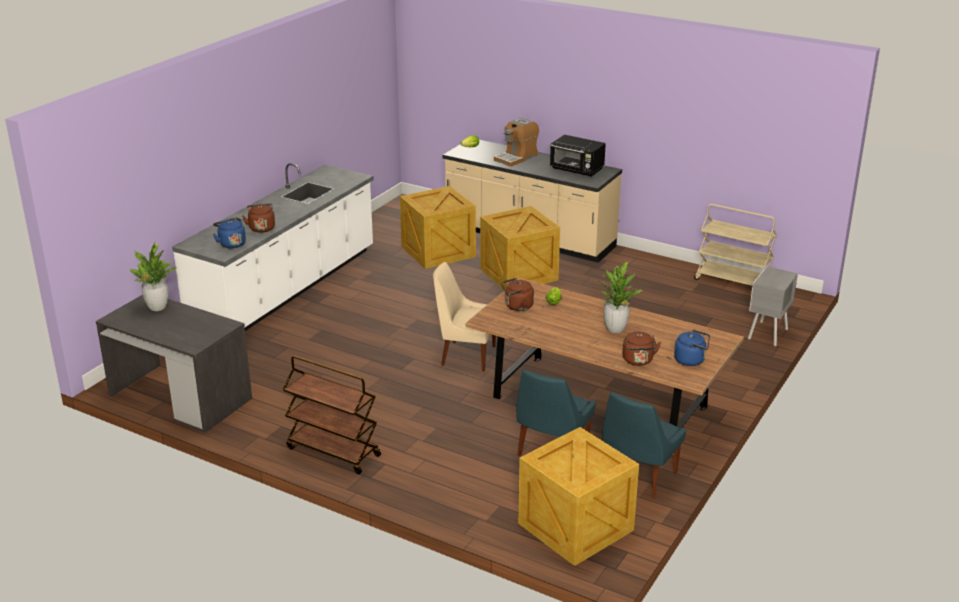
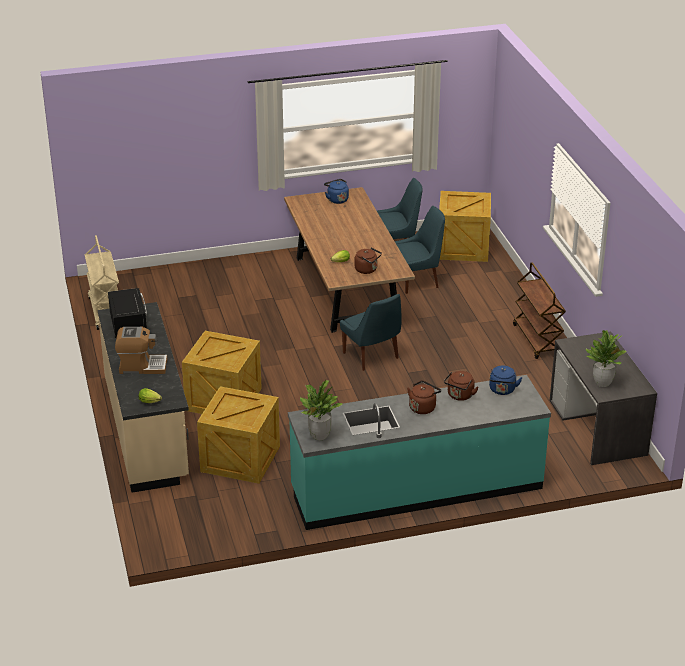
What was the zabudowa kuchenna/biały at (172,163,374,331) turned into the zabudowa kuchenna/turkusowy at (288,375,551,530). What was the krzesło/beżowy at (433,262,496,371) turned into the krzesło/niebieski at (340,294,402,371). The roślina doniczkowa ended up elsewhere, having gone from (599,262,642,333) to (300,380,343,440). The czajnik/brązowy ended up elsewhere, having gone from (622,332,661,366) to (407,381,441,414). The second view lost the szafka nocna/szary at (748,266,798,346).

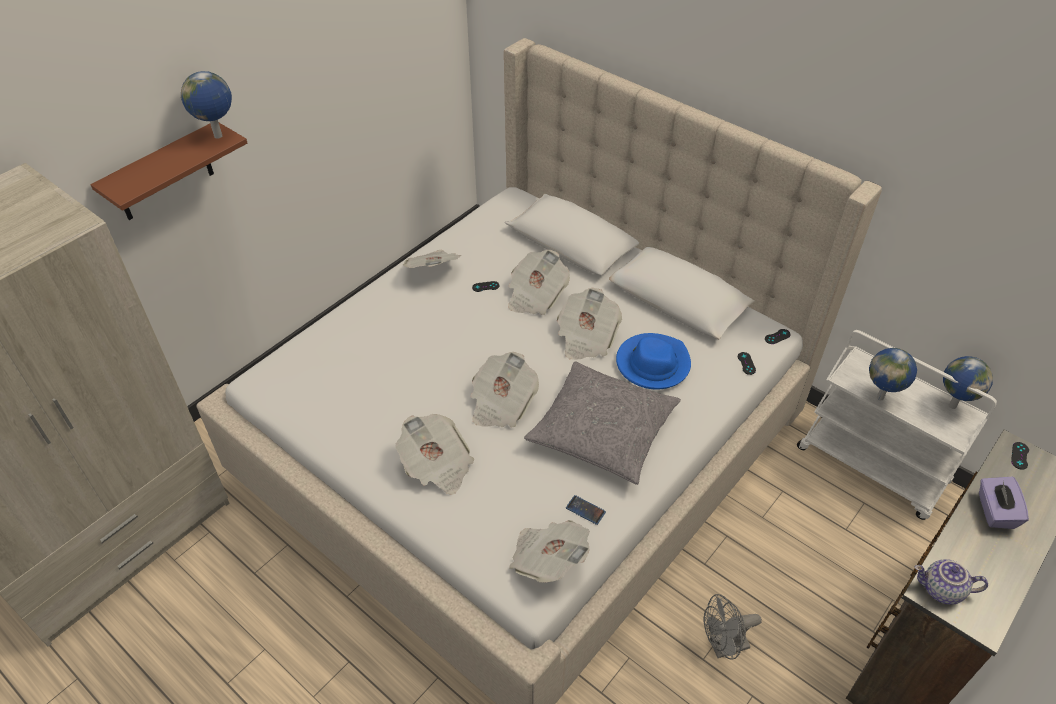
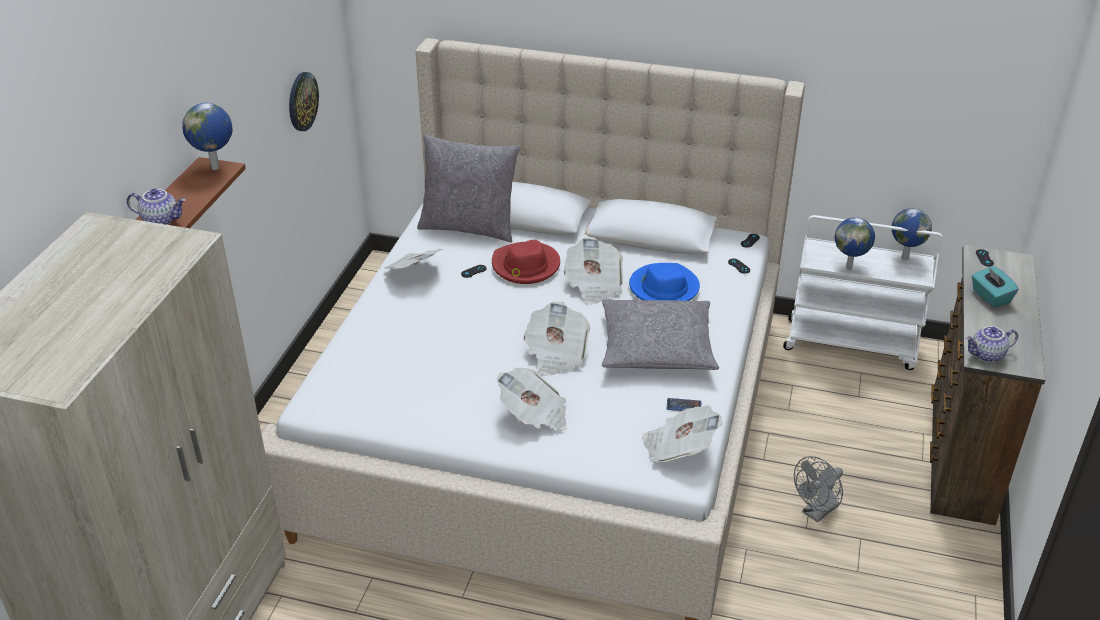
Where the gazeta stood at (508,250,570,315), the kapelusz/czerwony came to stand at (492,240,560,284). What was the pudełko chusteczek/fioletowy at (979,477,1029,529) turned into the pudełko chusteczek/turkusowy at (972,266,1019,308). The second view gained the imbryk at (127,188,186,225). The second view gained the zegar ścienny at (289,72,319,131). The second view gained the poduszka/szary at (417,135,520,242).

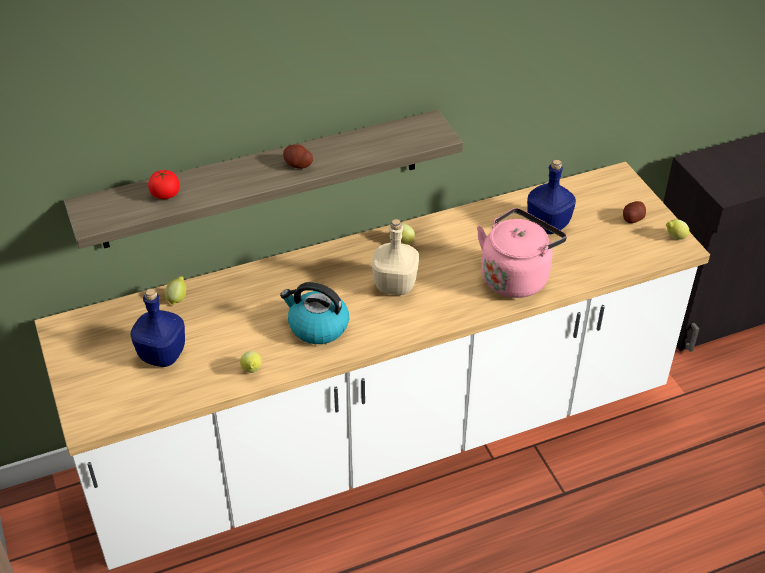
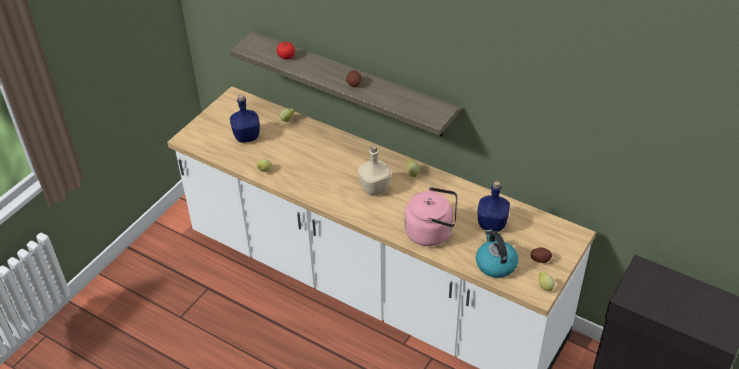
The czajnik ended up elsewhere, having gone from (280,282,349,344) to (476,230,518,278).

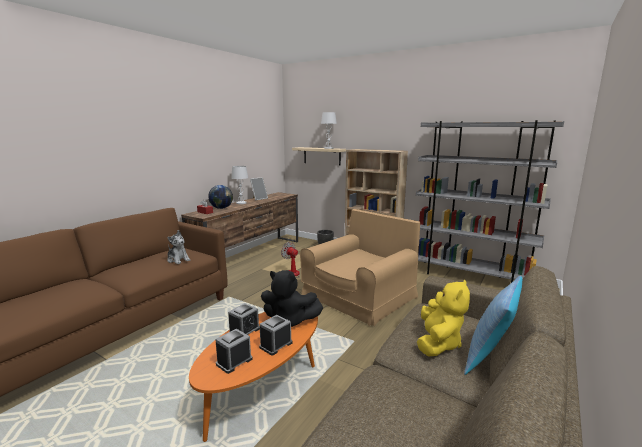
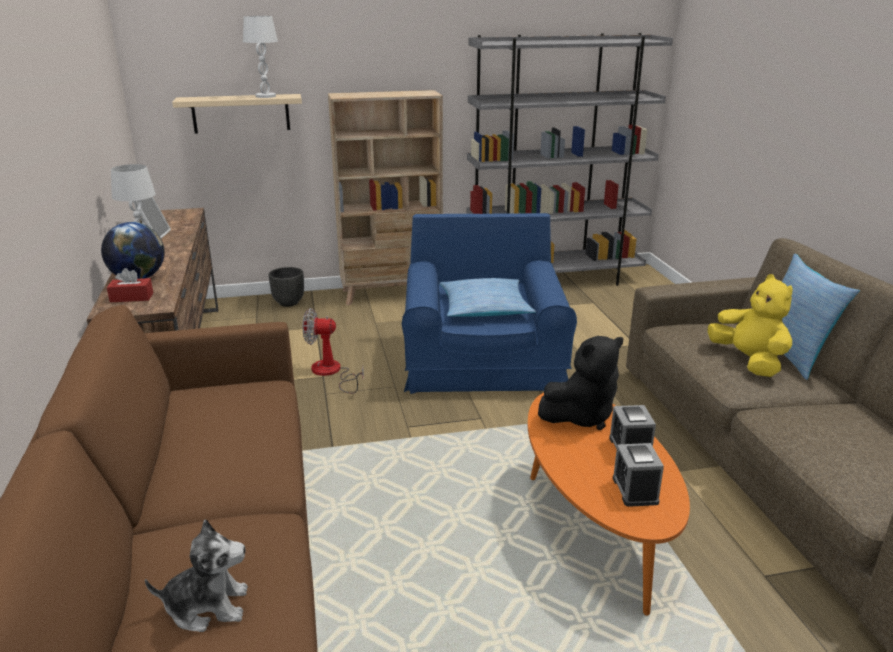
The pluszak ended up elsewhere, having gone from (167,230,191,264) to (145,519,248,632). The second view lost the budzik at (228,303,260,335). What was the fotel/brązowy at (300,209,420,327) turned into the fotel/niebieski at (402,213,577,394). The second view gained the poduszka at (439,278,536,316).

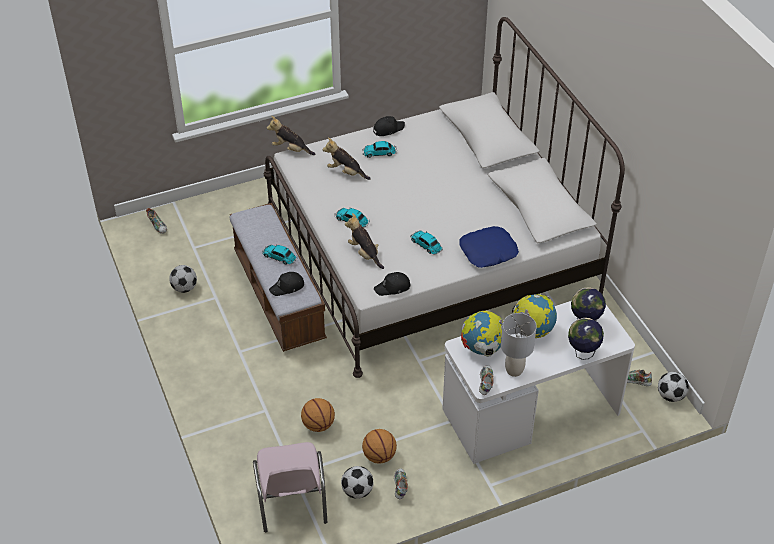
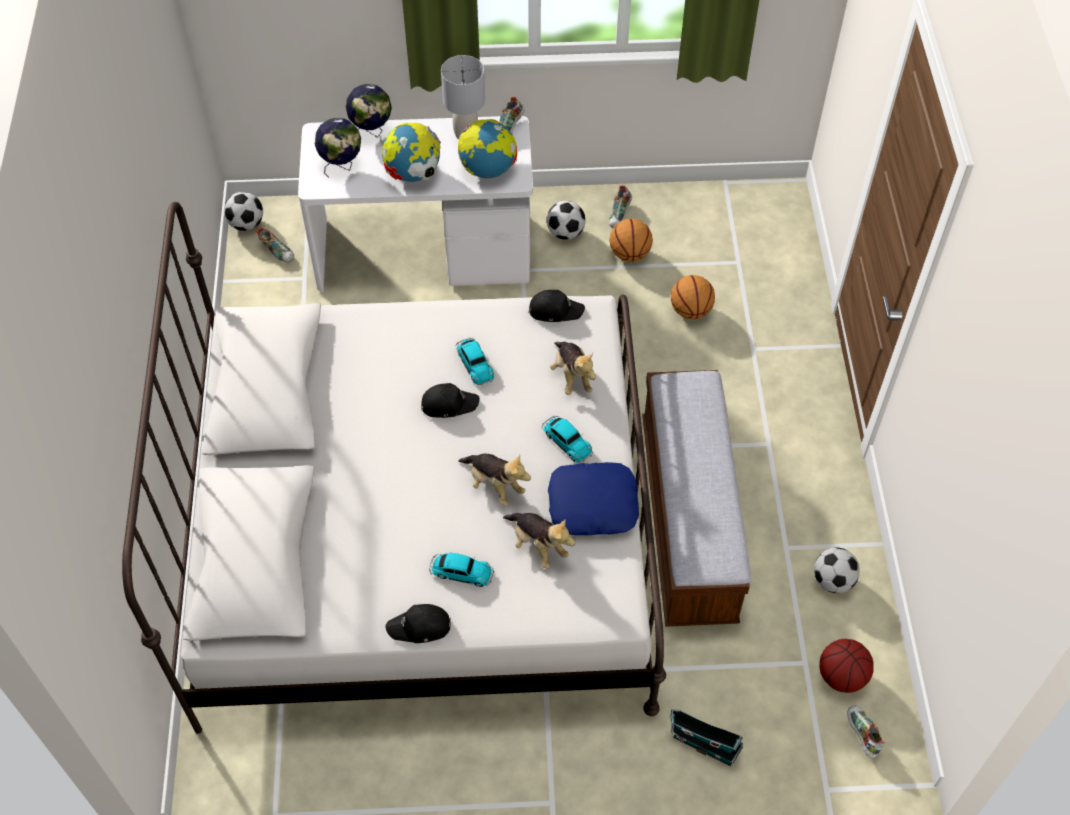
The second view lost the krzesło/różowy at (253,442,327,532). The second view lost the samochodzik at (262,245,297,265). The pluszak ended up elsewhere, having gone from (267,116,315,155) to (458,453,531,506). The czapka z daszkiem/czarny ended up elsewhere, having gone from (269,272,304,296) to (421,383,480,418). The piłka futbolowa ended up elsewhere, having gone from (341,466,373,499) to (547,201,586,240). The poduszka/niebieski ended up elsewhere, having gone from (459,226,519,268) to (548,462,639,535). The second view gained the domek at (670,709,743,766). The second view gained the piłka do koszykówki at (820,639,874,693).

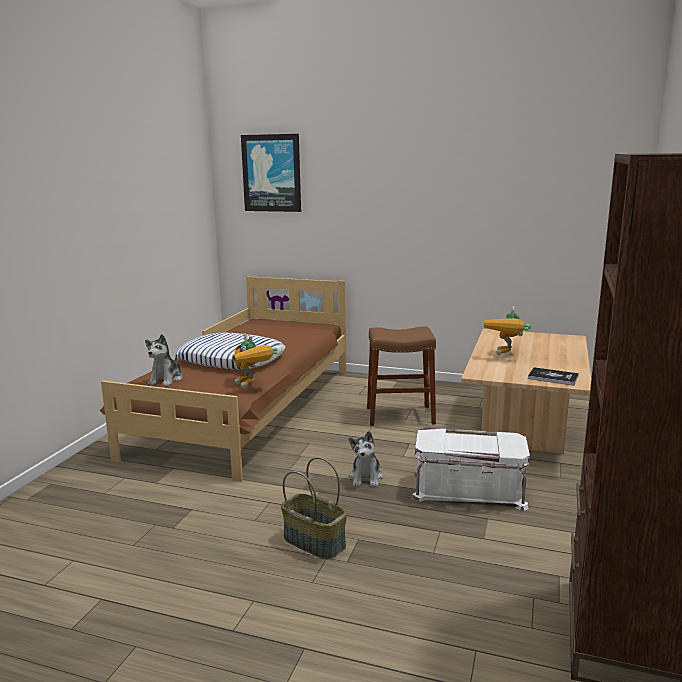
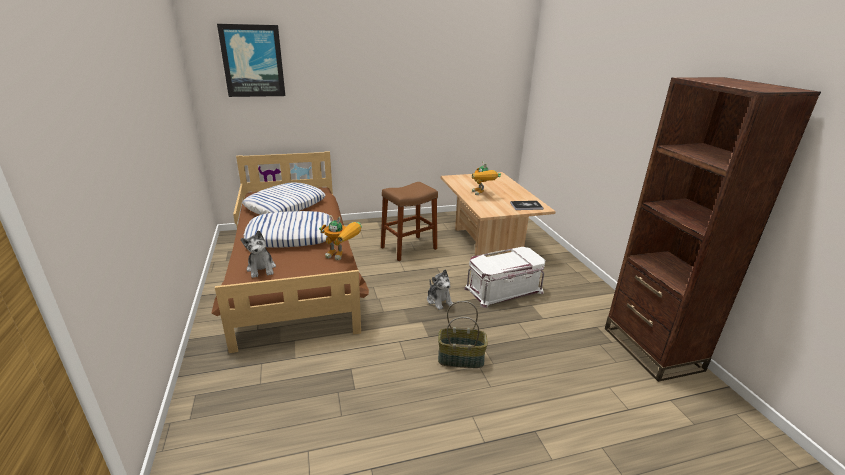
The second view gained the poduszka at (242,182,325,215).

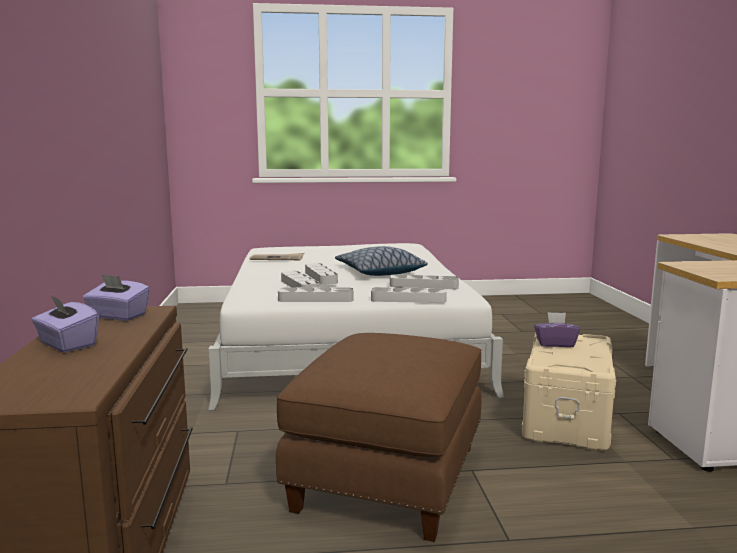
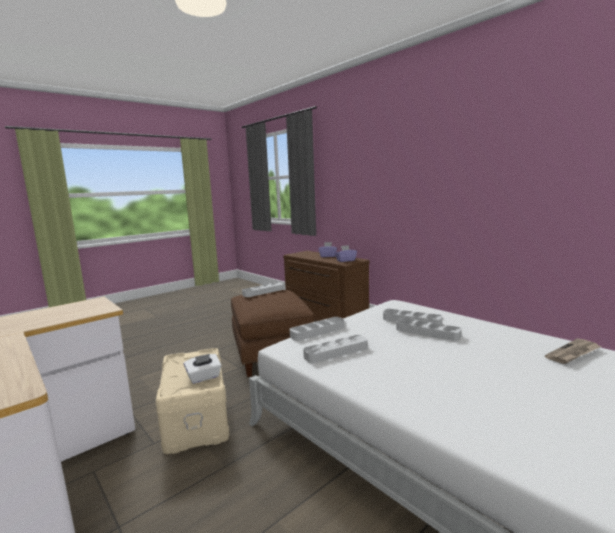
The taca/szary ended up elsewhere, having gone from (278,287,354,302) to (242,282,284,297). The second view lost the poduszka at (335,246,428,276). What was the pudełko chusteczek/fioletowy at (534,312,580,347) turned into the pudełko chusteczek/biały at (184,354,222,384).

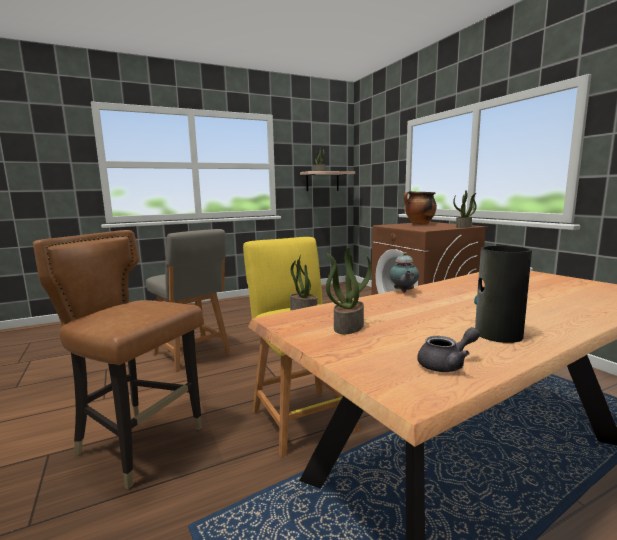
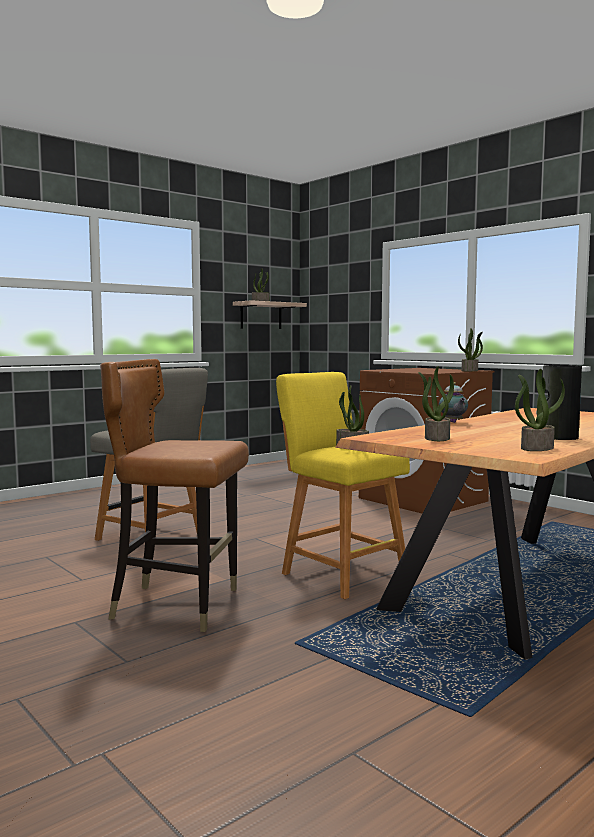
The second view lost the garnek at (403,191,437,225). Where the imbryk/szary stood at (417,327,480,372), the roślina doniczkowa came to stand at (515,369,565,451).

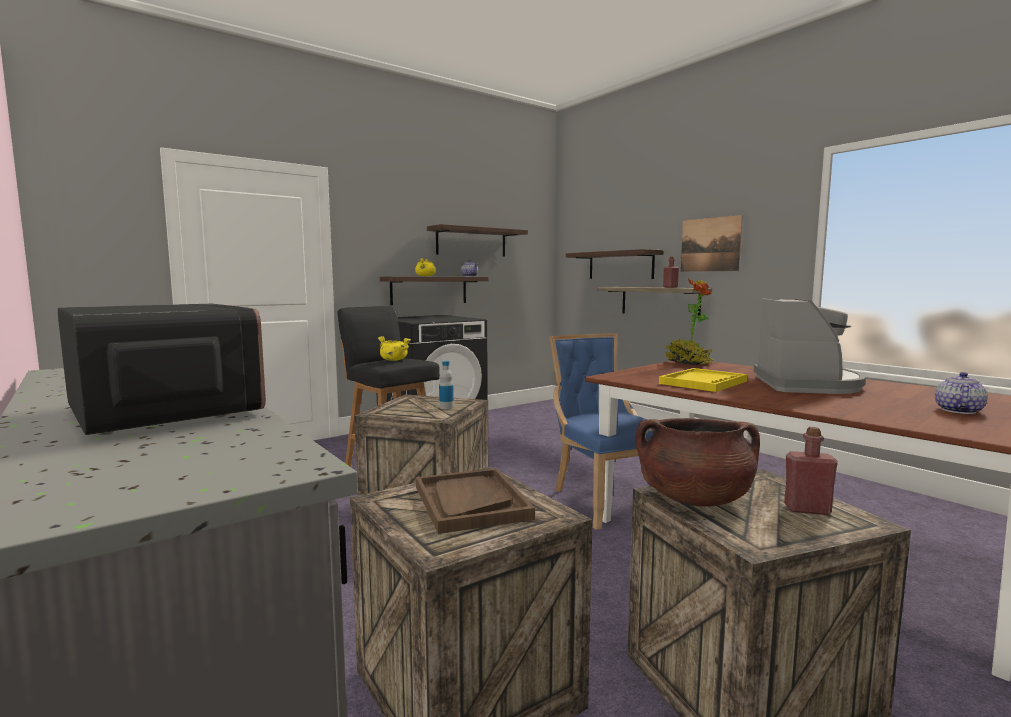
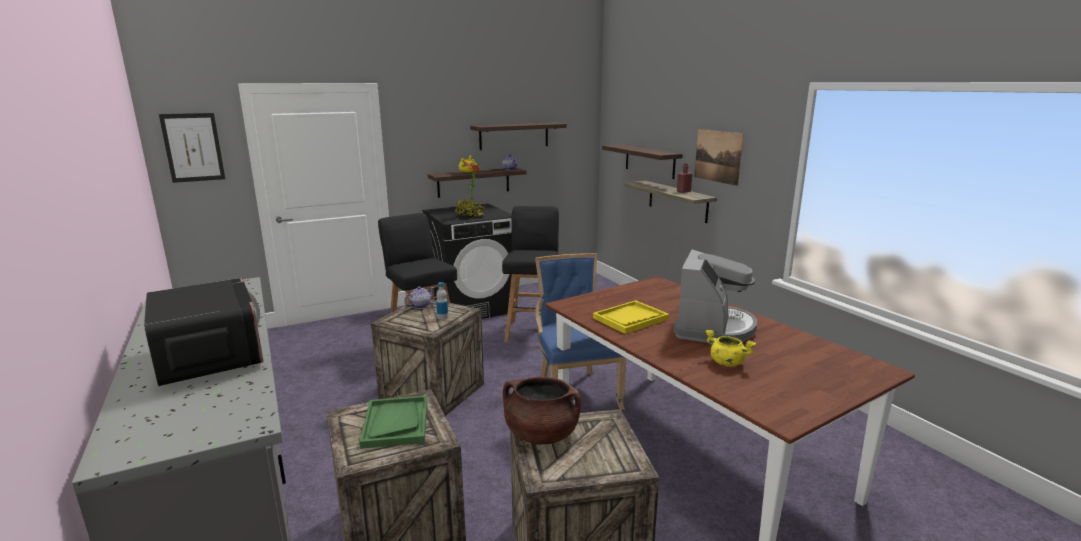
The garnek/żółty ended up elsewhere, having gone from (378,336,411,361) to (705,330,756,366). What was the taca/brązowy at (416,468,535,534) turned into the taca/zielony at (359,395,427,449). The roślina doniczkowa ended up elsewhere, having gone from (665,279,713,365) to (455,162,484,217). The second view lost the butelka/czerwony at (784,427,838,515). The imbryk ended up elsewhere, having gone from (935,372,988,414) to (404,286,434,309). The second view gained the obraz at (159,113,225,183). The second view gained the stołek/czarny at (502,206,559,342).

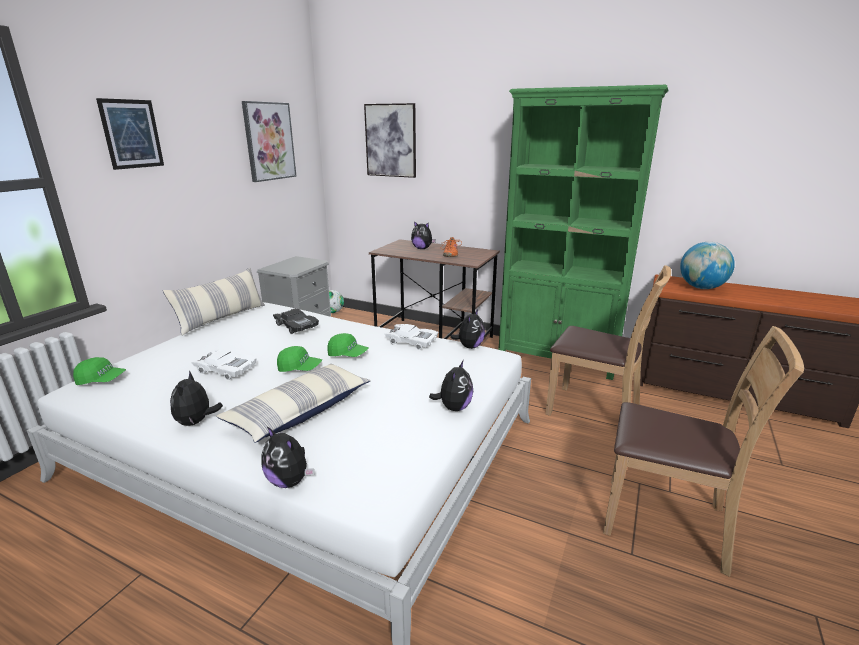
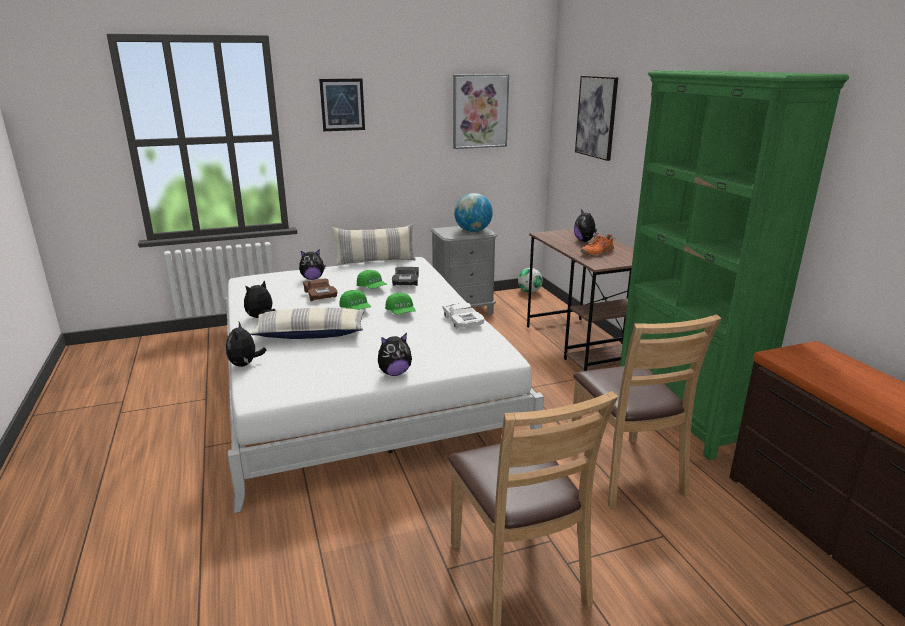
The czapka z daszkiem/zielony ended up elsewhere, having gone from (73,357,126,385) to (357,270,387,289). What was the samochodzik/biały at (191,349,257,380) turned into the samochodzik/brązowy at (303,278,337,301). The pluszak ended up elsewhere, having gone from (450,309,485,349) to (299,249,326,280). The globus ended up elsewhere, having gone from (680,242,735,289) to (454,193,493,232).

